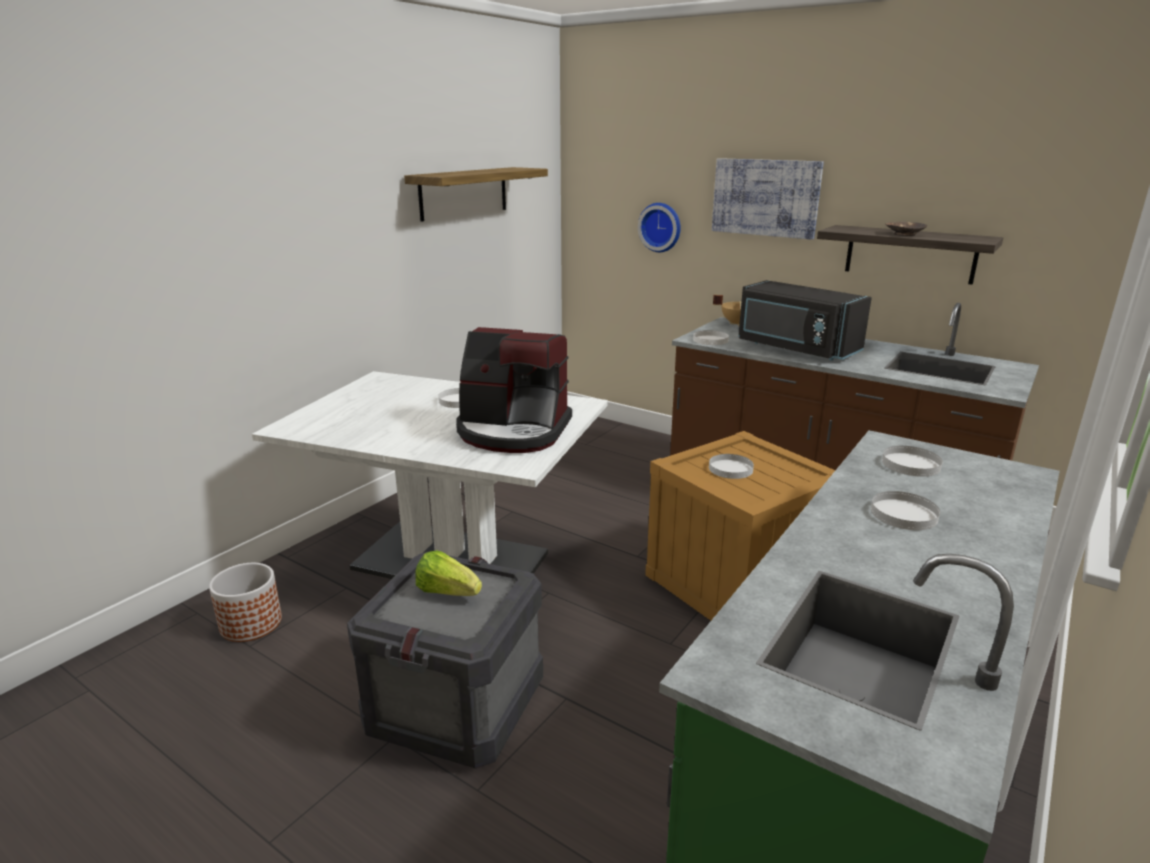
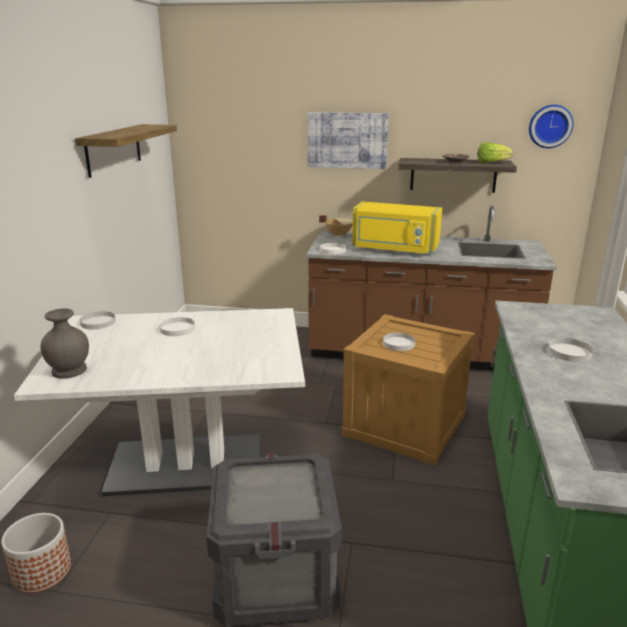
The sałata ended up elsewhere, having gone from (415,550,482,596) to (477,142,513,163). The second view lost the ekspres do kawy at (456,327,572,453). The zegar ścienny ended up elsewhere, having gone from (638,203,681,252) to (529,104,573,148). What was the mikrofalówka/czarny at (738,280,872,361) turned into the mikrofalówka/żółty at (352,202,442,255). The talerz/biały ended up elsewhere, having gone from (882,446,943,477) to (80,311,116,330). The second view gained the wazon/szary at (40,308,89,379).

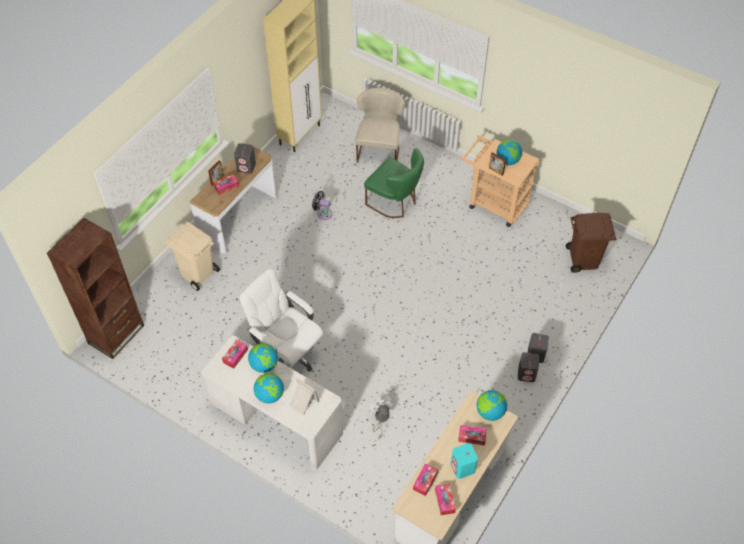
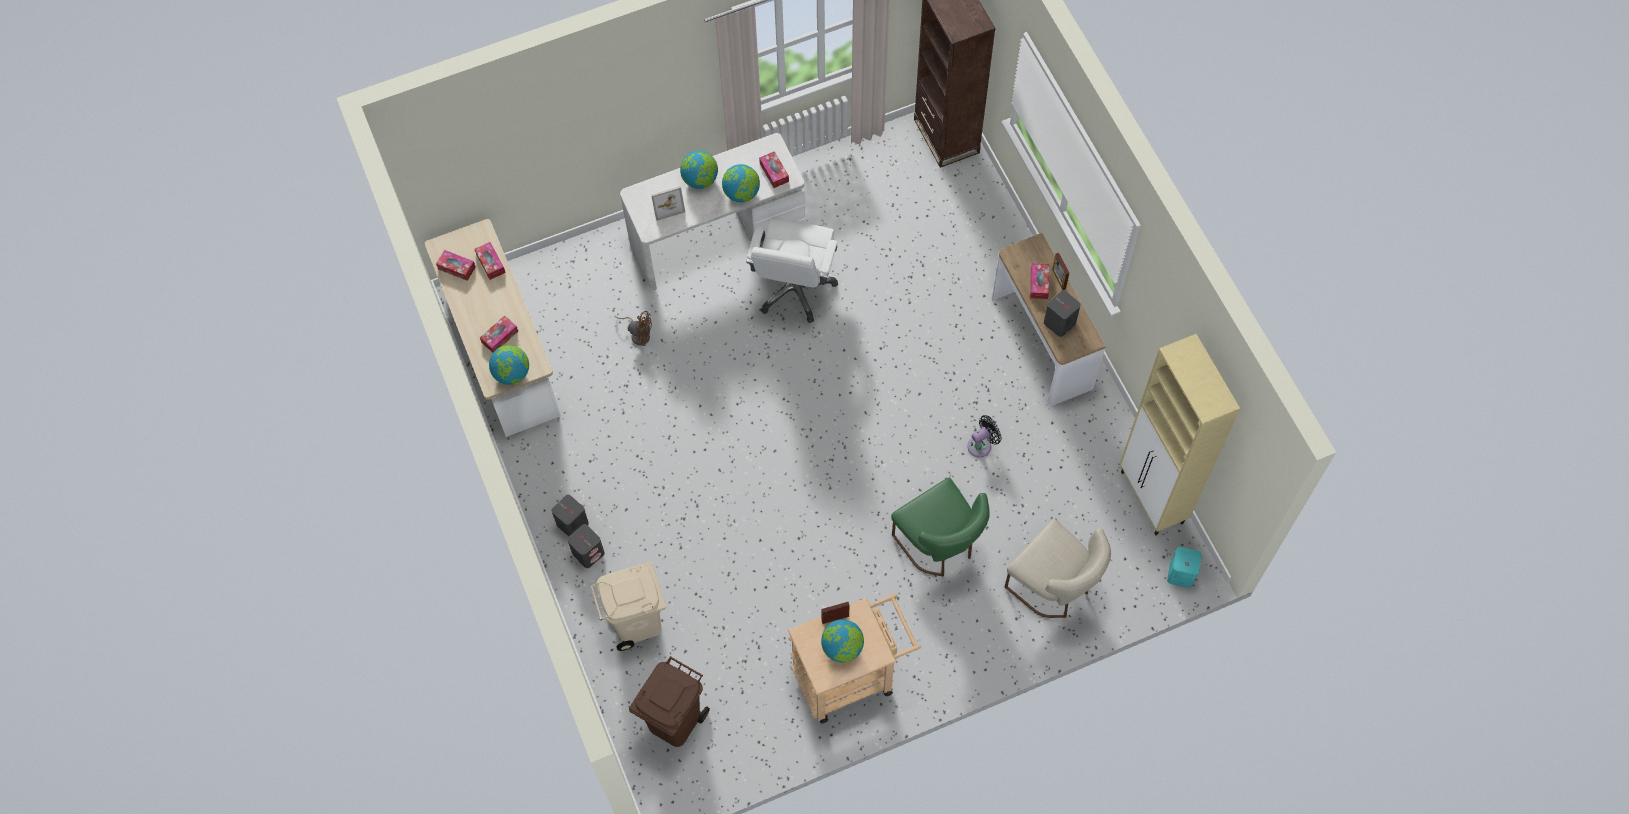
The kosz na śmieci/beżowy ended up elsewhere, having gone from (164,222,220,291) to (590,561,666,651). The krzesło biurowe/biały at (239,268,323,372) ended up facing another way, 120 degrees clockwise from before. The krzesło/zielony at (364,148,424,218) ended up facing another way, 105 degrees counterclockwise from before. What was the wentylator/biały at (369,396,393,439) turned into the wentylator/brązowy at (614,311,652,346). The głośnik/turkusowy ended up elsewhere, having gone from (451,443,478,479) to (1167,547,1202,588).

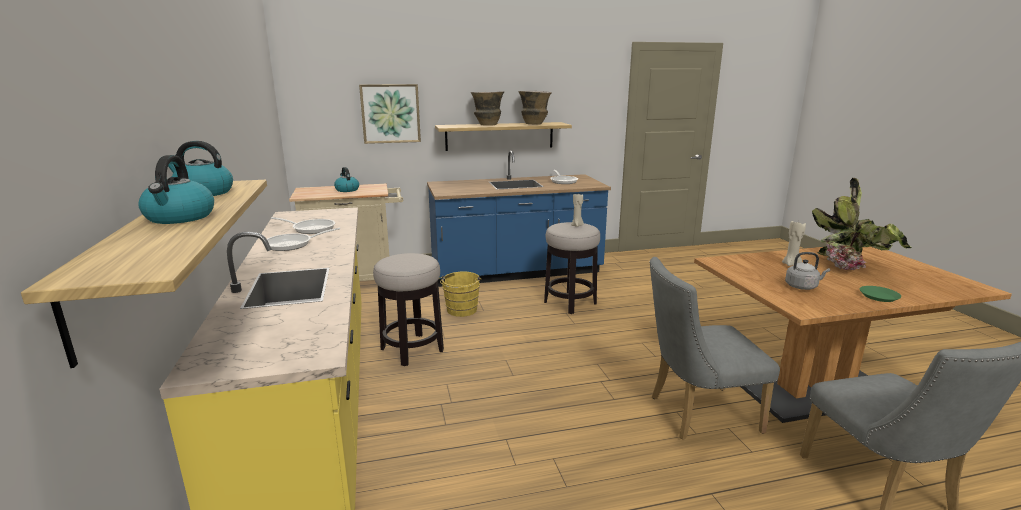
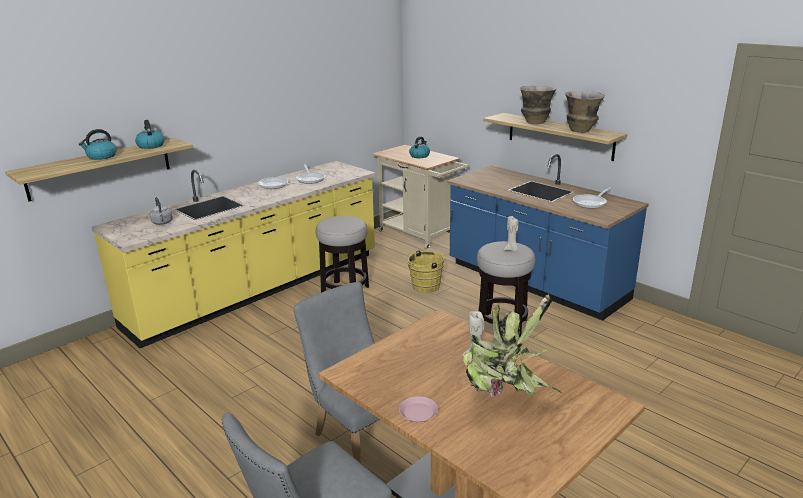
The second view lost the obraz at (359,84,421,144). The czajnik/szary ended up elsewhere, having gone from (785,252,830,290) to (150,197,173,225). What was the talerz/zielony at (860,286,901,302) turned into the talerz/różowy at (399,396,438,422).

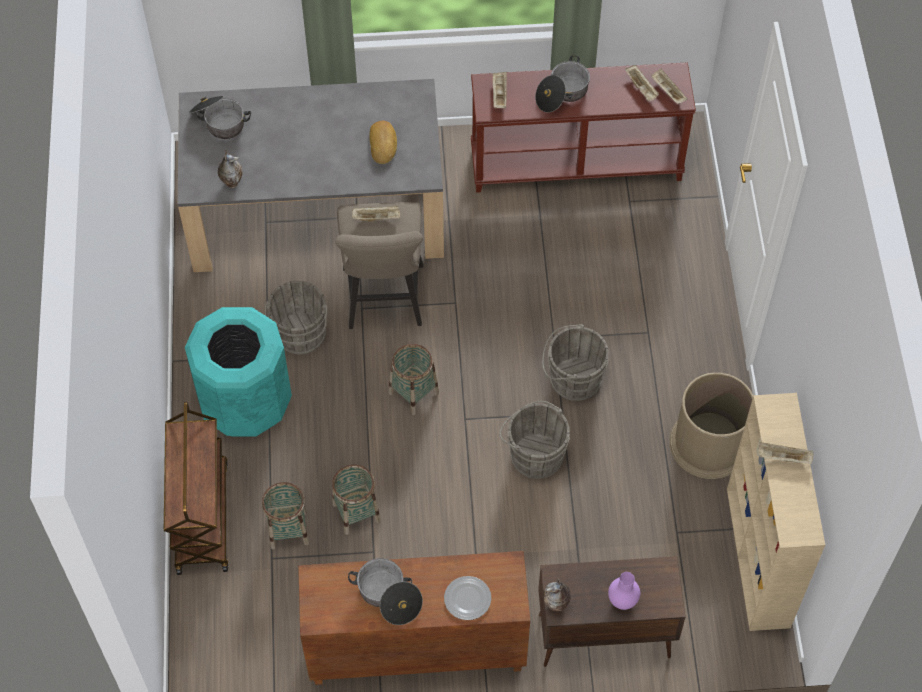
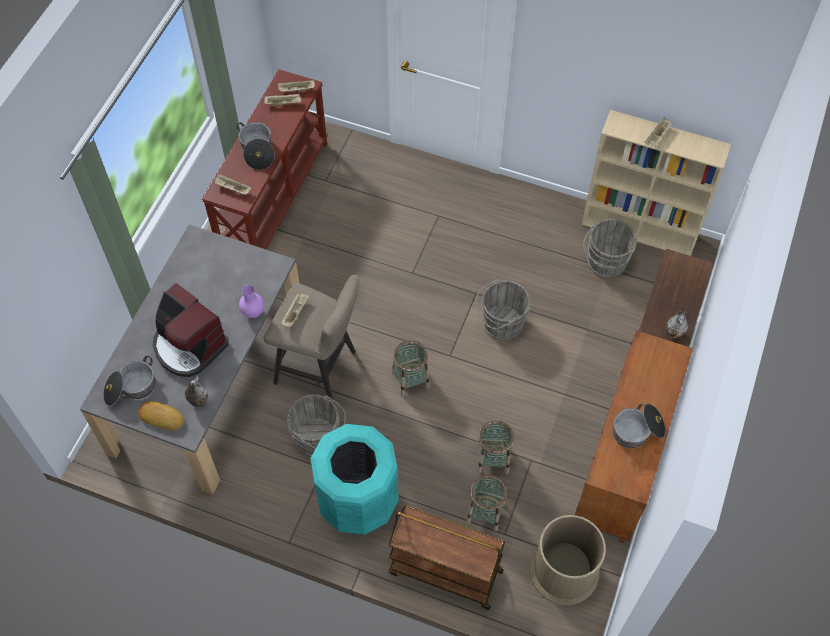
The chleb ended up elsewhere, having gone from (369,121,397,164) to (138,401,184,431). The second view lost the talerz at (444,576,491,620). The wiadro/szary ended up elsewhere, having gone from (542,324,609,401) to (583,219,637,278). The wazon/fioletowy ended up elsewhere, having gone from (608,572,640,610) to (239,285,264,318). The kosz na śmieci/brązowy ended up elsewhere, having gone from (669,372,753,479) to (529,515,606,605). The second view gained the ekspres do kawy at (152,283,229,377).

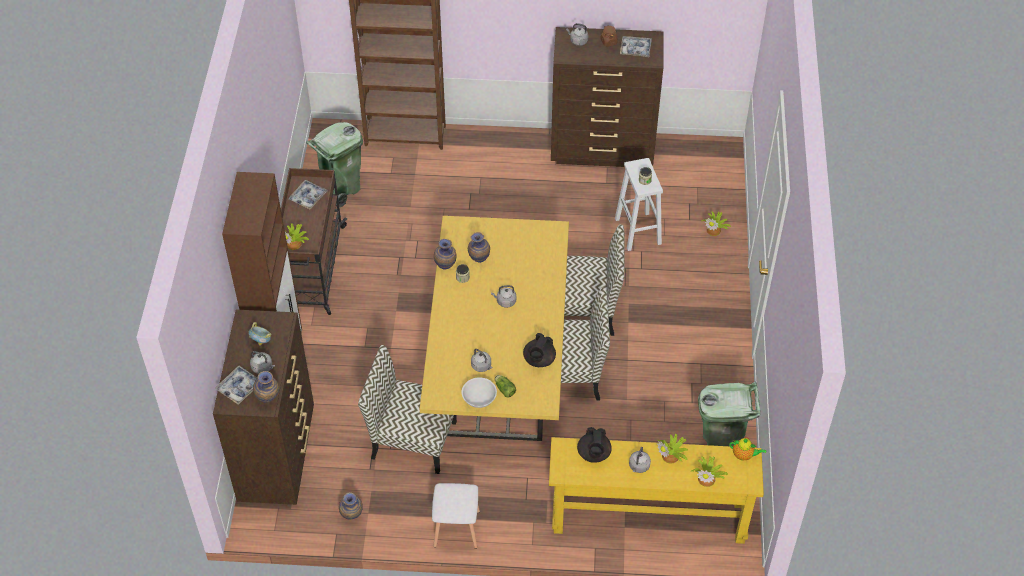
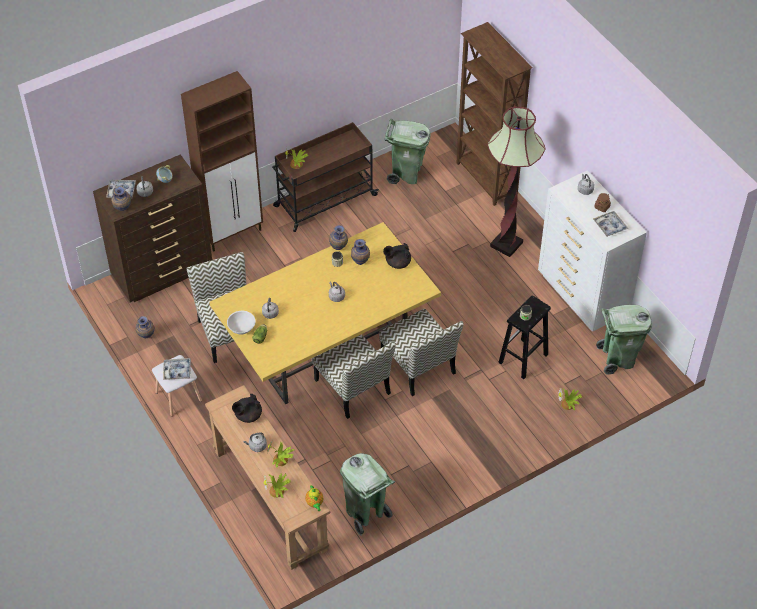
The taca ended up elsewhere, having gone from (288,180,328,209) to (163,358,191,380). The imbryk/czarny ended up elsewhere, having gone from (523,333,556,367) to (383,243,411,269). What was the stolik konsolowy/żółty at (549,437,764,544) turned into the stolik konsolowy/brązowy at (205,385,330,570). What was the komoda/brązowy at (551,27,663,167) turned into the komoda/biały at (538,170,647,331). What was the stołek/biały at (615,158,663,251) turned into the stołek/czarny at (498,295,551,379). The second view gained the lampa stojąca at (487,107,545,257). The second view gained the kosz na śmieci/zielony at (596,305,652,375).

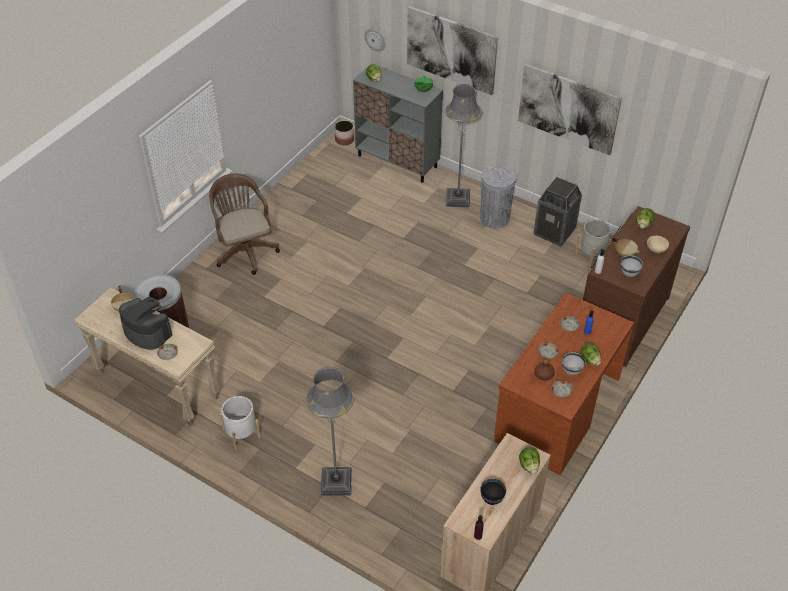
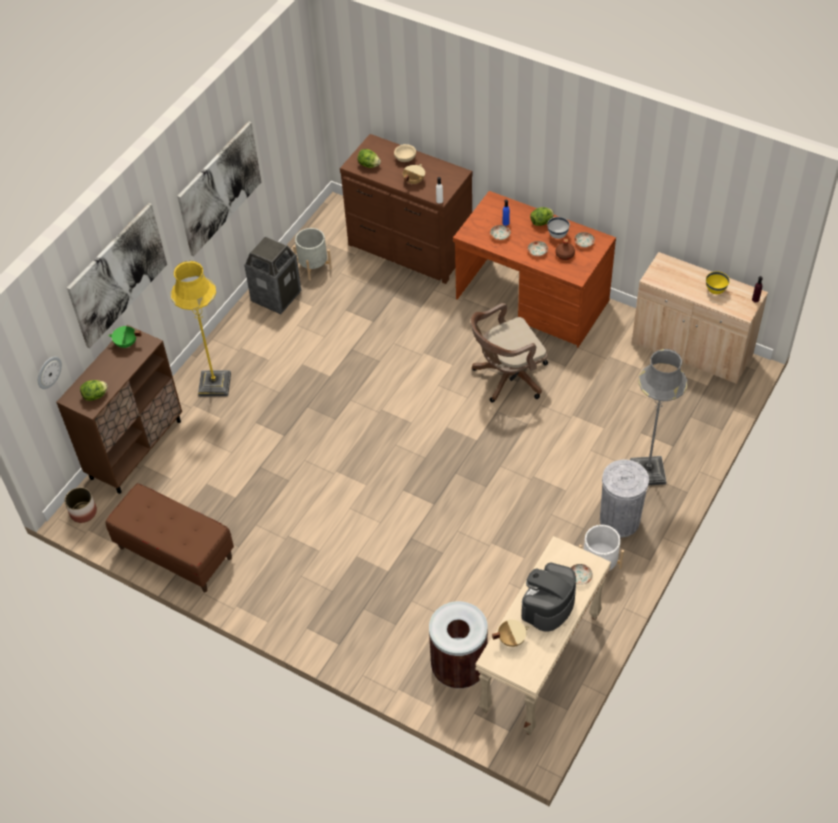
The krzesło biurowe/brązowy ended up elsewhere, having gone from (209,173,280,275) to (471,303,548,402). What was the szafka/szary at (353,63,443,182) turned into the szafka/brązowy at (56,325,182,494). What was the lampa stojąca/szary at (445,84,482,208) turned into the lampa stojąca/żółty at (171,261,231,396). The kosz na śmieci/szary ended up elsewhere, having gone from (480,165,516,228) to (600,460,649,538). What was the miska/czarny at (480,479,506,505) turned into the miska/żółty at (706,271,730,294). The second view lost the sałata at (519,447,540,474). The second view lost the miska/biały at (621,255,643,277). The second view gained the ławka/brązowy at (105,483,234,592).

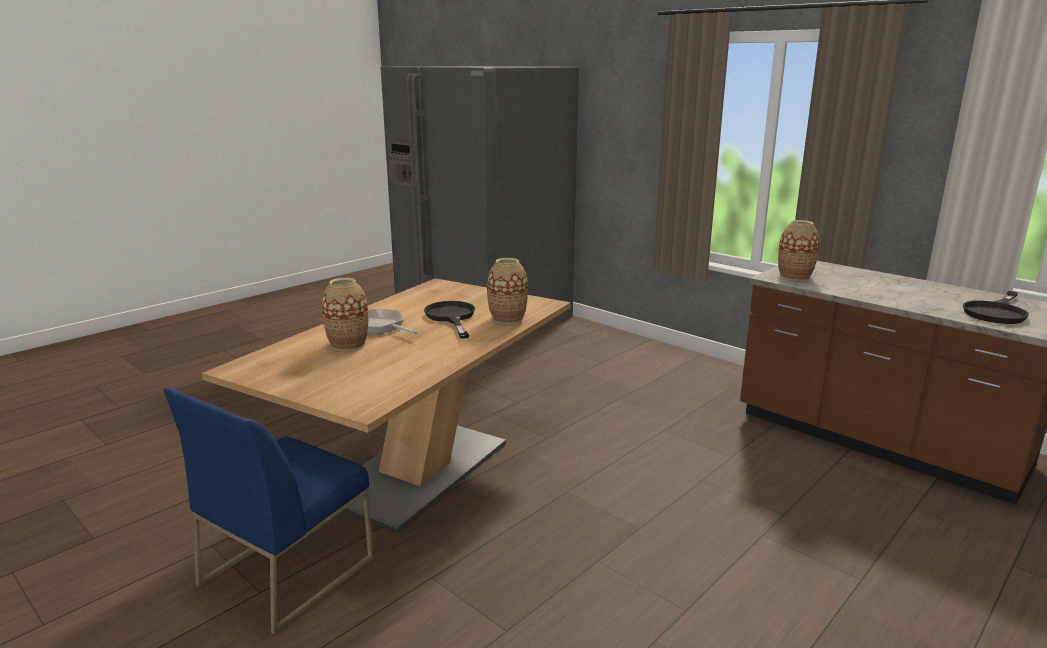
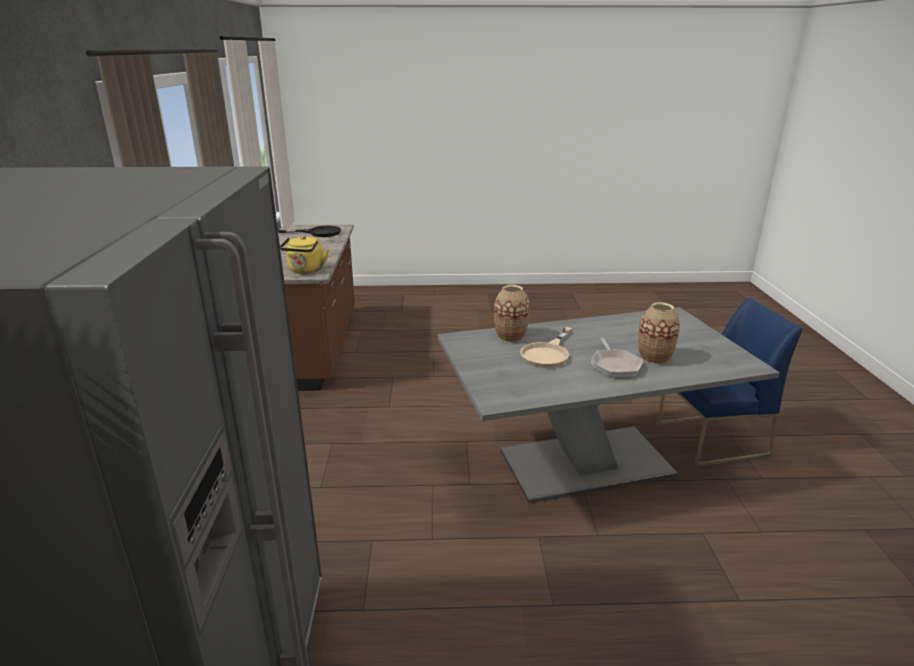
What was the stół jadalny/brązowy at (202,278,571,533) turned into the stół jadalny/szary at (437,307,780,503). What was the patelnia/czarny at (424,301,475,339) turned into the patelnia/beżowy at (520,327,572,368). Where the wazon stood at (778,220,820,281), the czajnik/żółty came to stand at (280,236,329,273).

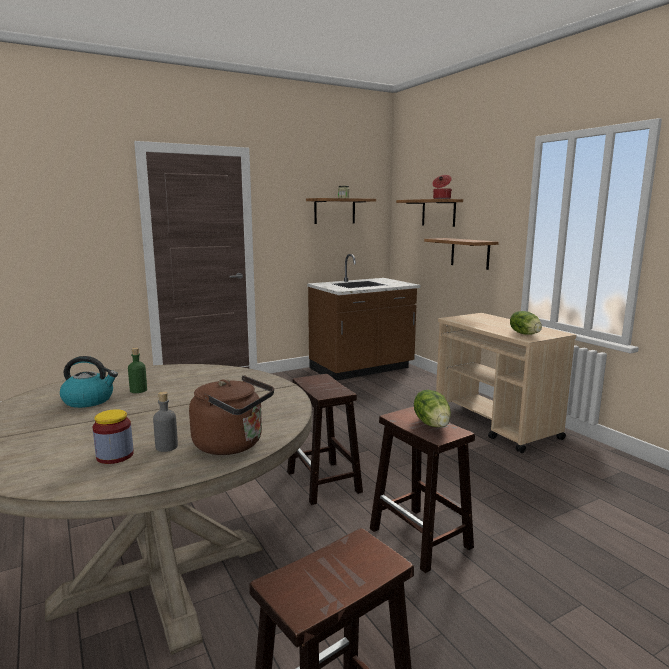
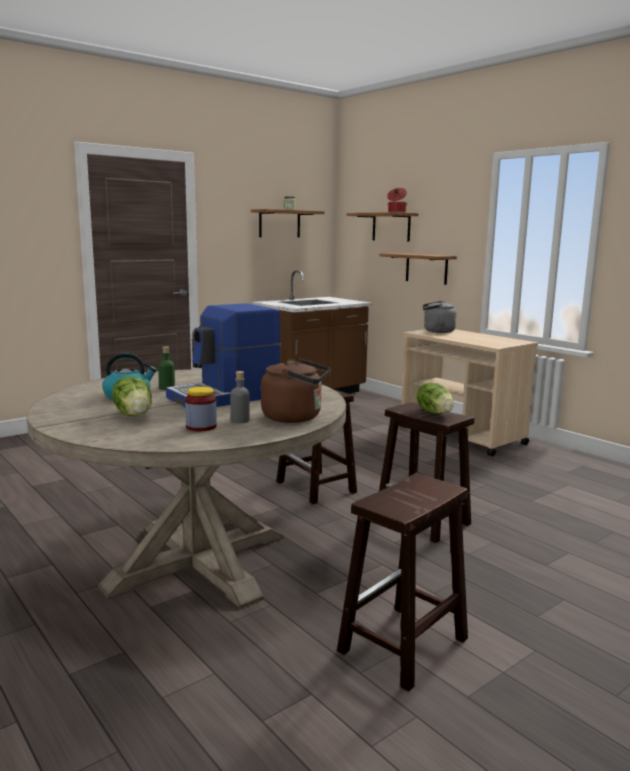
The sałata ended up elsewhere, having gone from (510,311,542,335) to (112,376,152,416). The second view gained the ekspres do kawy at (166,303,281,407). The second view gained the czajnik/szary at (422,301,457,333).

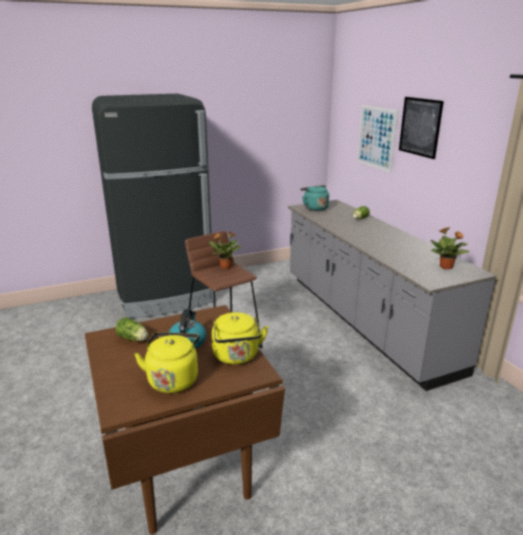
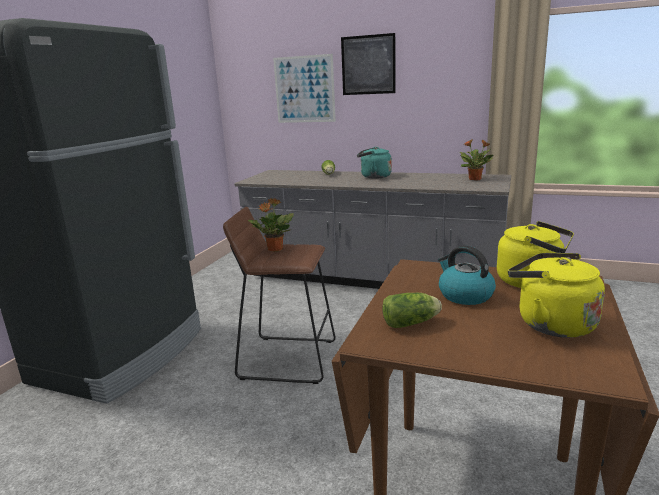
The czajnik/turkusowy ended up elsewhere, having gone from (300,185,329,211) to (357,147,392,179).

